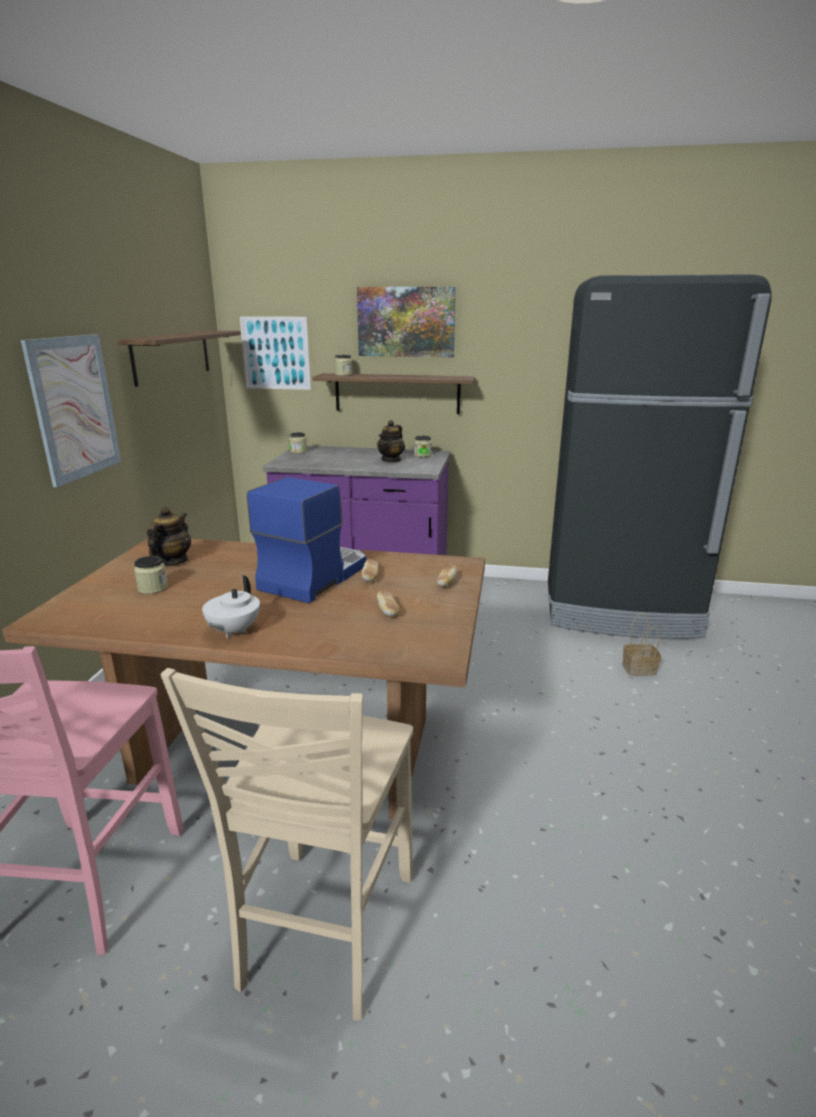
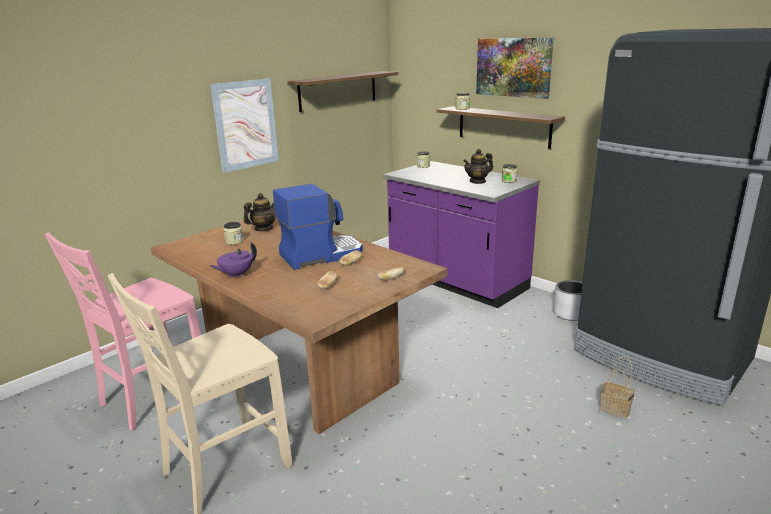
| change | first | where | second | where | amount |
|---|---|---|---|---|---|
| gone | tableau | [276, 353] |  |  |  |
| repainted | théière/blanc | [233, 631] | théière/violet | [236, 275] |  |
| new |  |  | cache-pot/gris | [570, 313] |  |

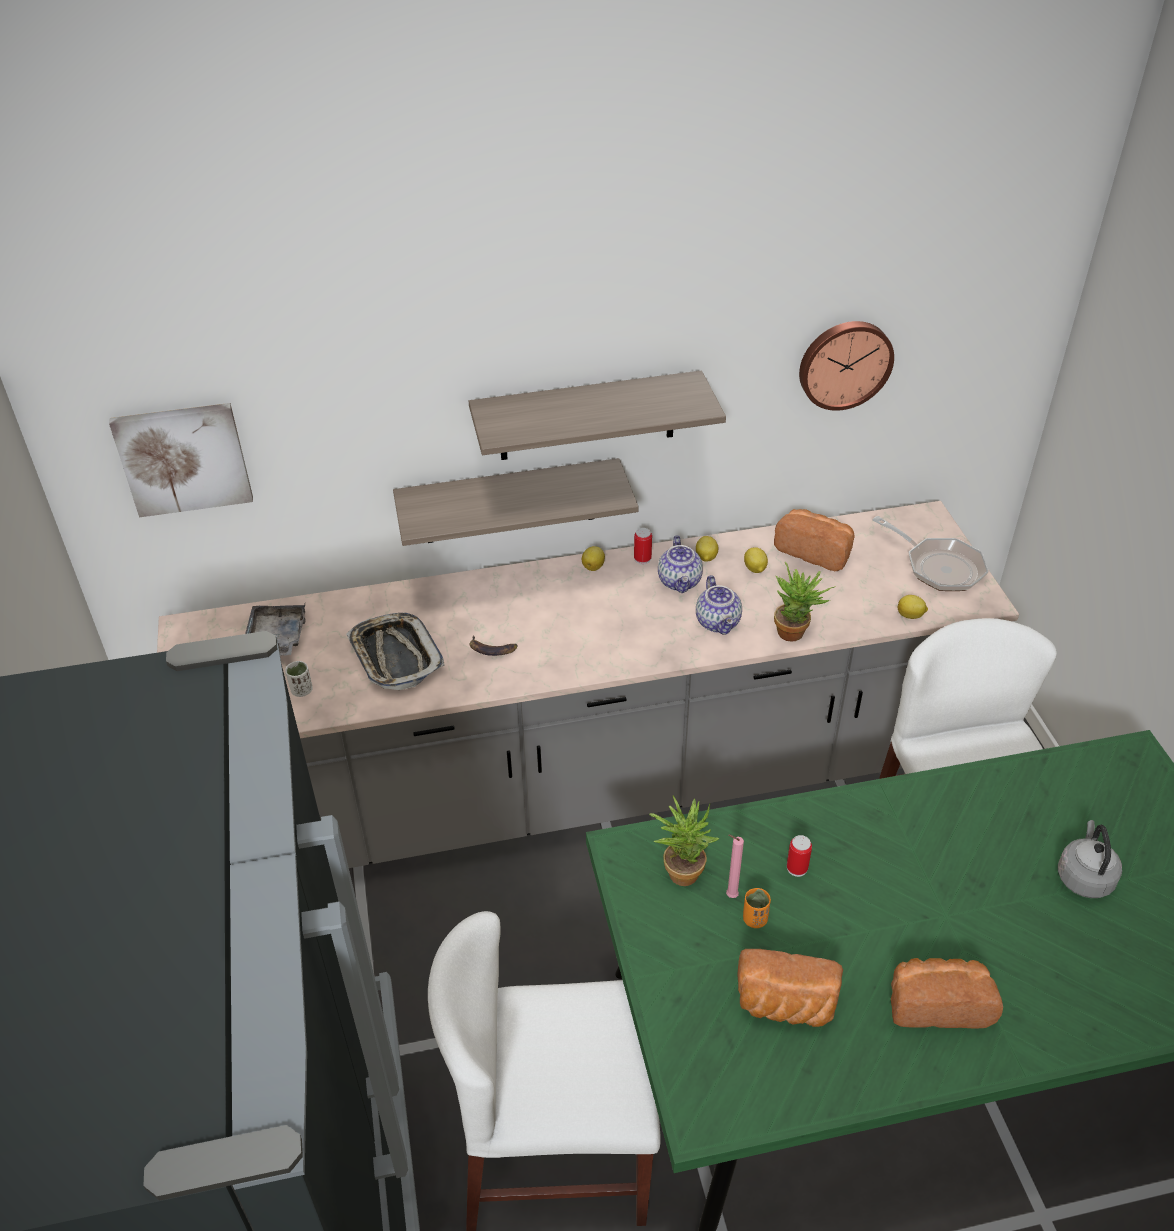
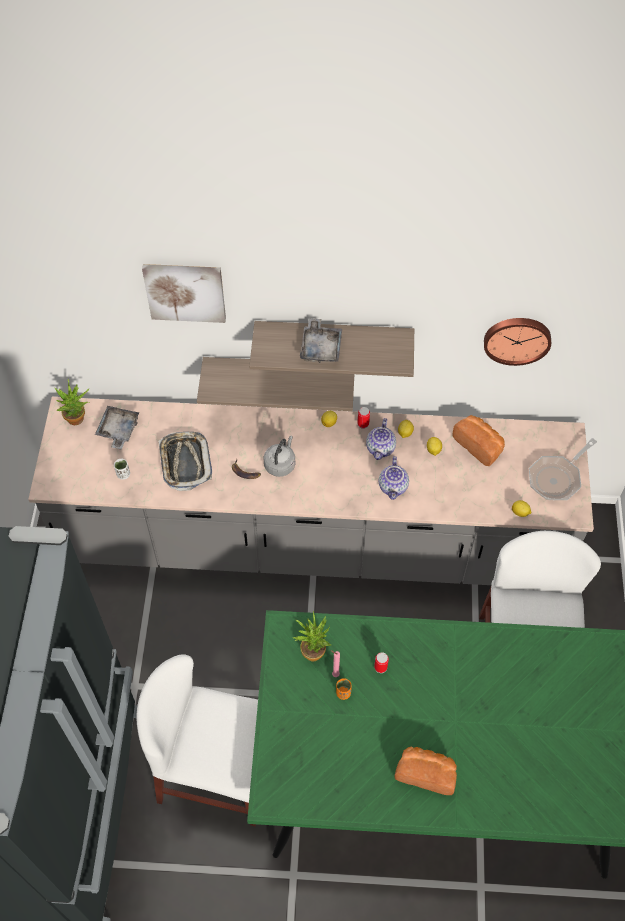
| change | first | where | second | where | amount |
|---|---|---|---|---|---|
| shifted | tableau | [183, 458] |  | [185, 291] |  |
| rotated | poêle | [938, 567] |  | [557, 478] | 75 degrees clockwise |
| shifted | plante en pot | [796, 633] |  | [79, 420] |  |
| shifted | bouilloire/gris | [1084, 876] |  | [280, 464] |  |
| gone | pain | [785, 1005] |  |  |  |
| new |  |  | plateau/gris | [321, 347] |  |

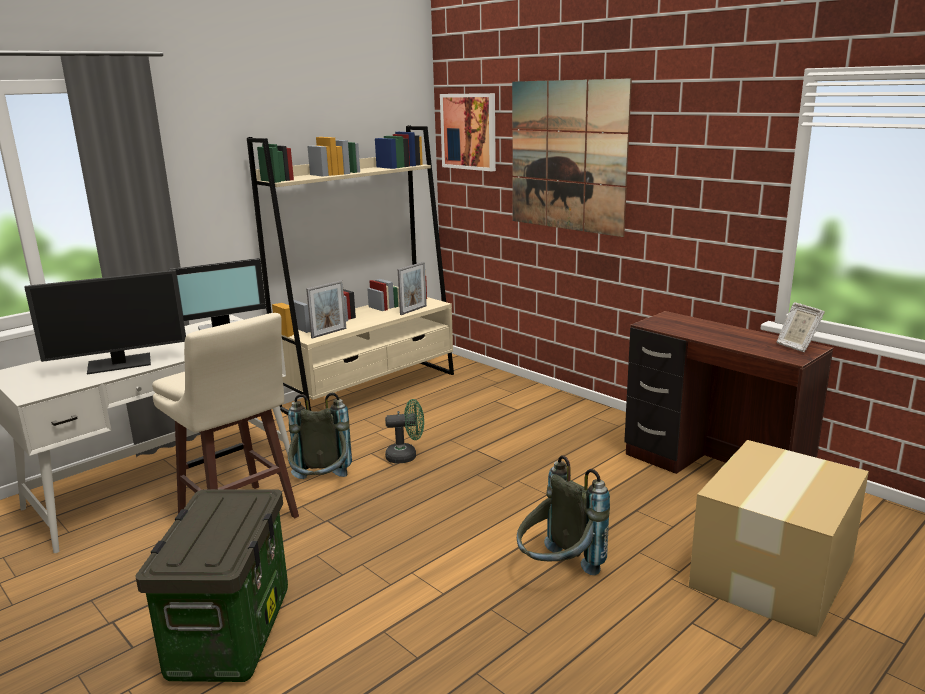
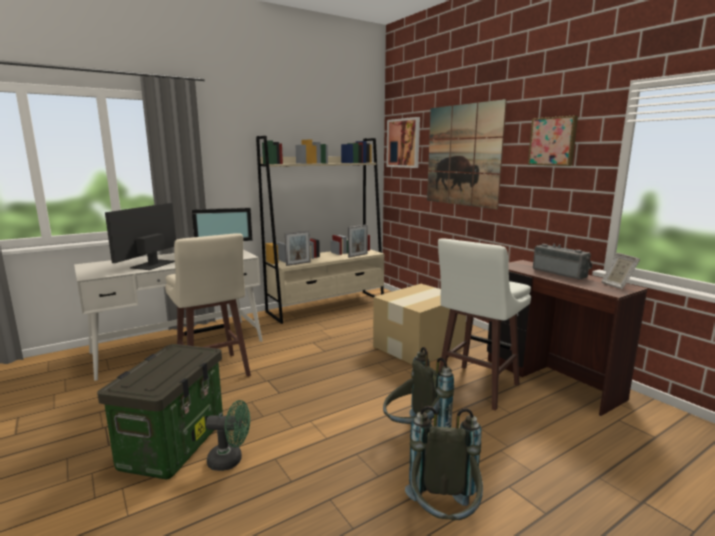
| change | first | where | second | where | amount |
|---|---|---|---|---|---|
| rotated | écran d'ordinateur | [120, 363] |  | [152, 265] | 120 degrees clockwise |
| shifted | sac à dos/gris | [321, 486] |  | [443, 518] |  |
| shifted | ventilateur/vert | [406, 456] |  | [230, 460] |  |
| shifted | carton | [770, 574] |  | [417, 346] |  |
| new |  |  | tableau | [553, 141] |  |
| new |  |  | tabouret/blanc | [475, 387] |  |
| new |  |  | radio | [560, 273] |  |

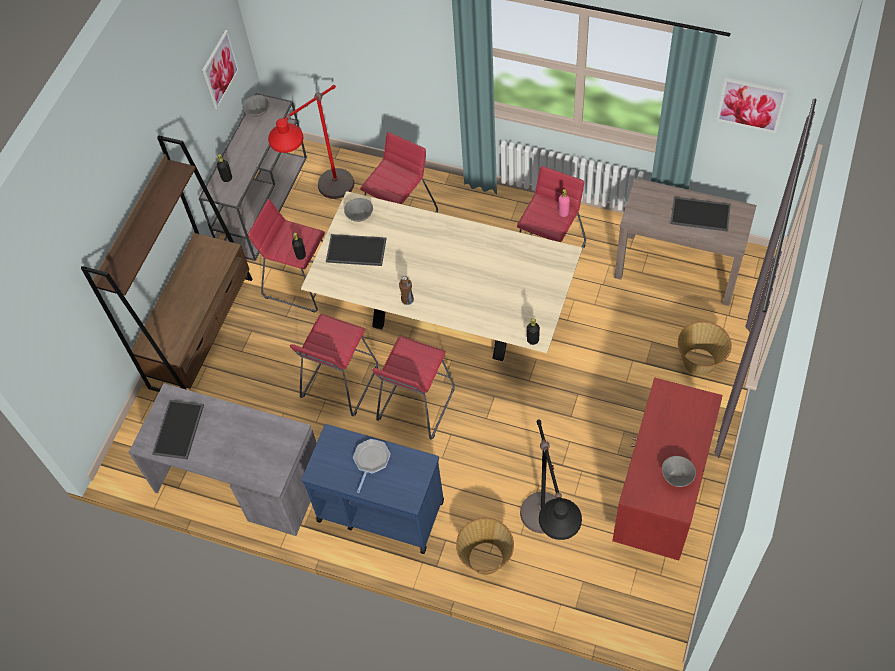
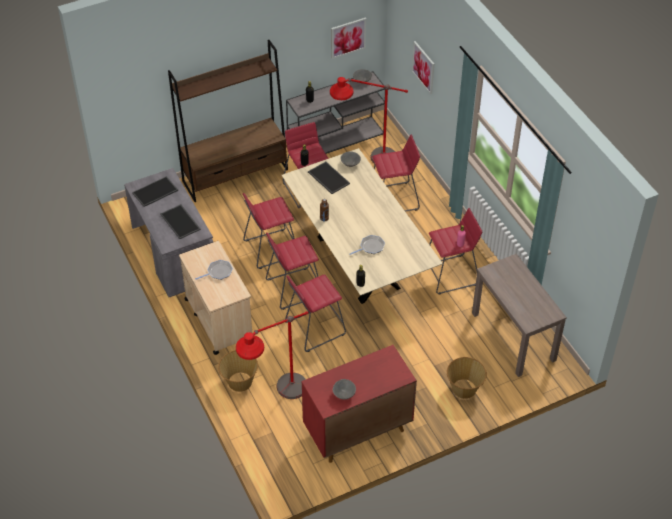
| change | first | where | second | where | amount |
|---|---|---|---|---|---|
| shifted | tableau | [751, 104] |  | [423, 67] |  |
| shifted | plateau | [701, 213] |  | [181, 222] |  |
| repainted | lampadaire/noir | [547, 542] | lampadaire/rouge | [277, 400] |  |
| repainted | chariot/bleu | [379, 510] | chariot/beige | [218, 319] |  |
| new |  |  | poêle | [371, 247] |  |
| new |  |  | tabouret/rouge | [315, 328] |  |

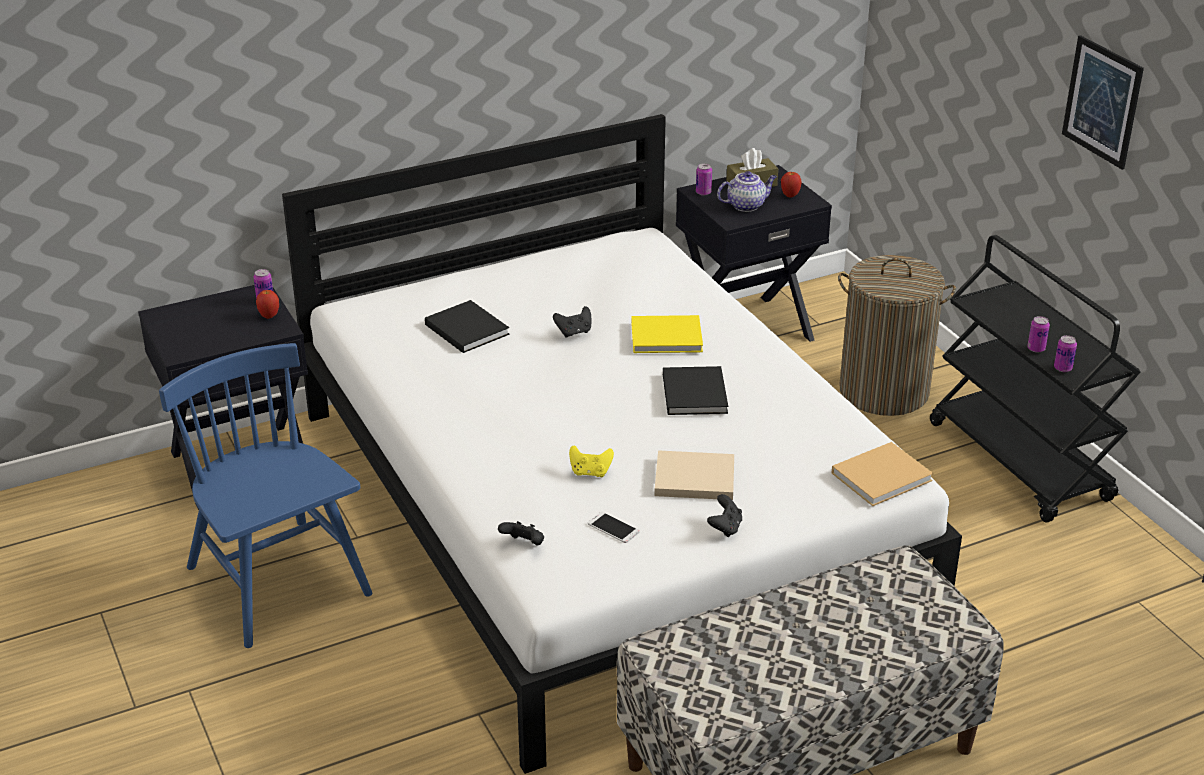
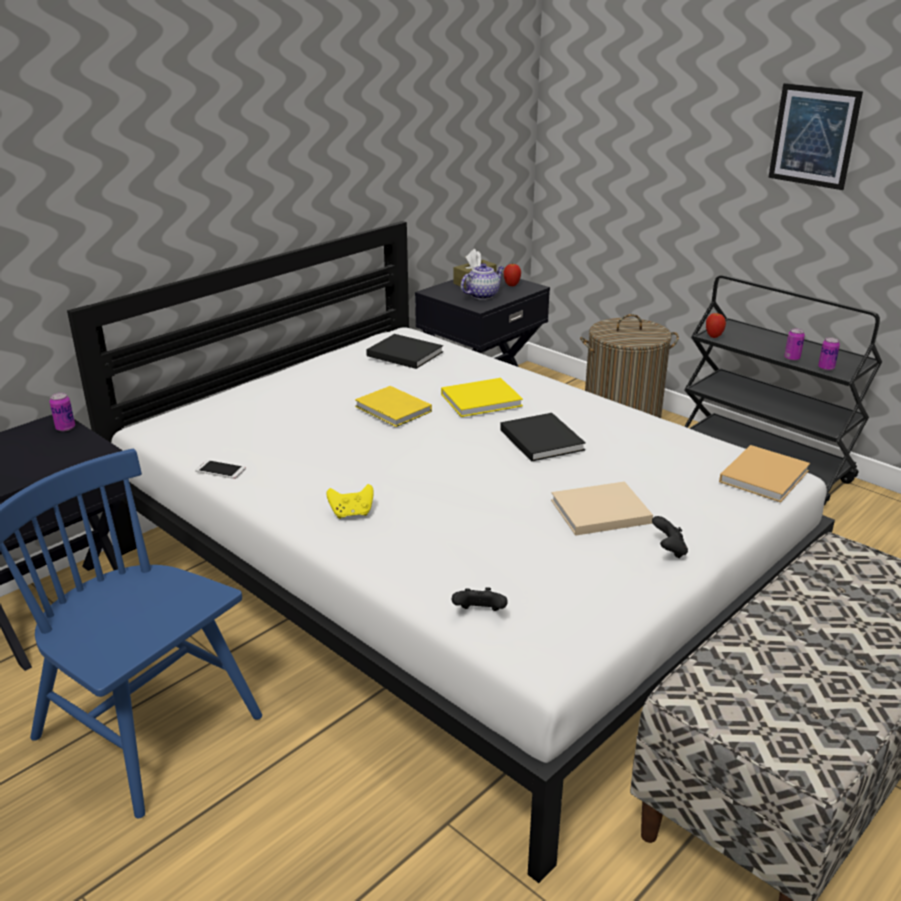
| change | first | where | second | where | amount |
|---|---|---|---|---|---|
| gone | boîte métallique | [703, 192] |  |  |  |
| shifted | pomme | [269, 316] |  | [713, 336] |  |
| shifted | livre/noir | [465, 328] |  | [403, 353] |  |
| swapped | manette/noir | [574, 332] | livre/jaune | [393, 410] |  |
| shifted | manette/jaune | [590, 472] |  | [352, 513] |  |
| shifted | téléphone | [613, 528] |  | [220, 470] |  |

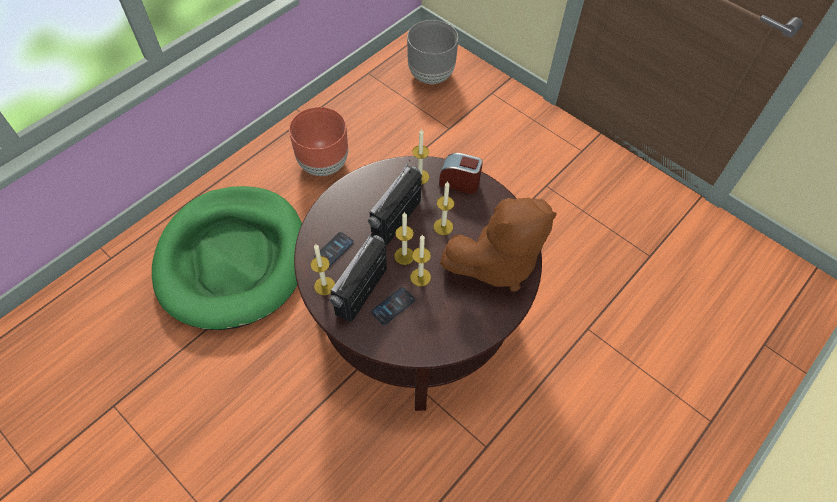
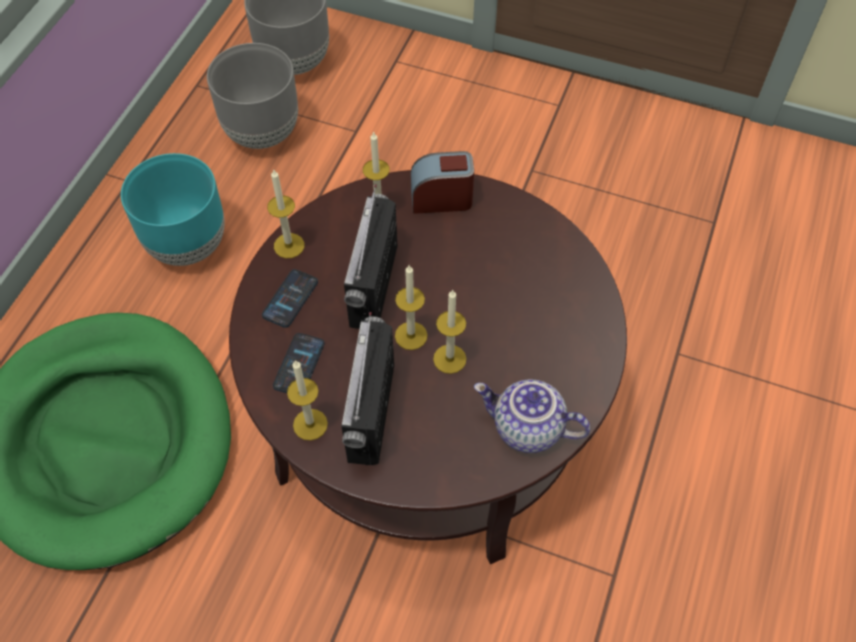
| change | first | where | second | where | amount |
|---|---|---|---|---|---|
| repainted | cache-pot/marron | [323, 165] | cache-pot/turquoise | [188, 245] |  |
| shifted | bougie | [443, 227] |  | [289, 245] |  |
| gone | peluche/marron | [497, 262] |  |  |  |
| shifted | téléphone | [393, 306] |  | [290, 299] |  |
| new |  |  | cache-pot/gris | [262, 132] |  |
| new |  |  | théière | [526, 429] |  |

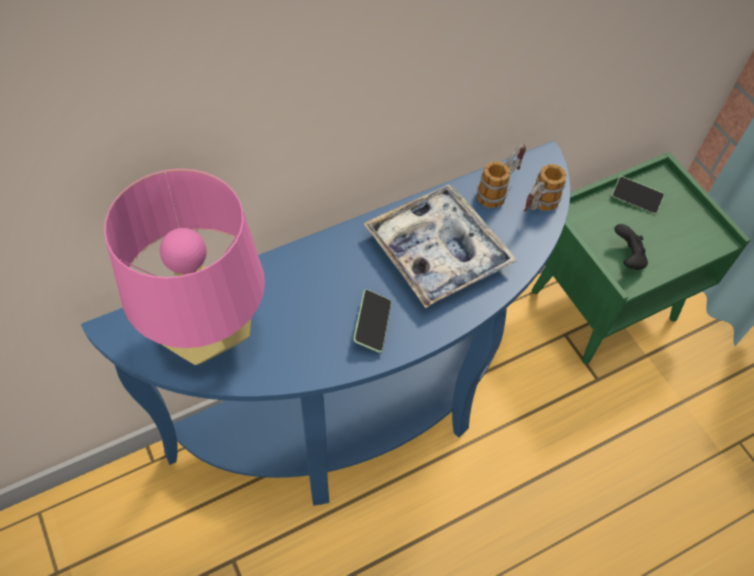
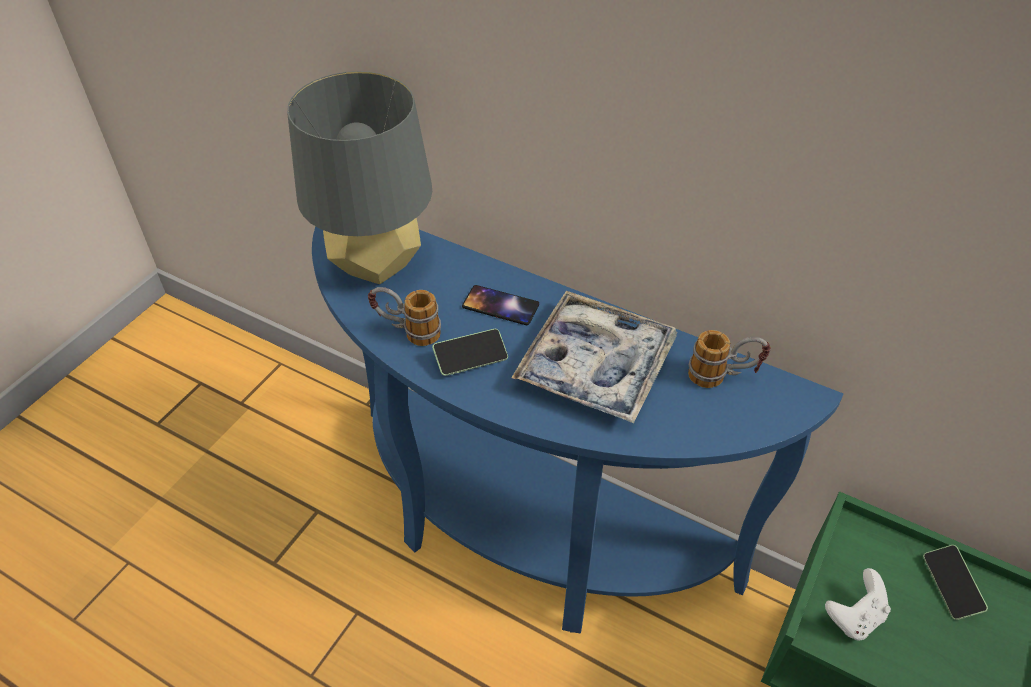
| change | first | where | second | where | amount |
|---|---|---|---|---|---|
| shifted | mug | [537, 208] |  | [407, 332] |  |
| repainted | lampe de table/rose | [208, 335] | lampe de table/gris | [376, 264] |  |
| repainted | manette/noir | [627, 258] | manette/blanc | [854, 617] |  |
| new |  |  | téléphone | [500, 306] |  |

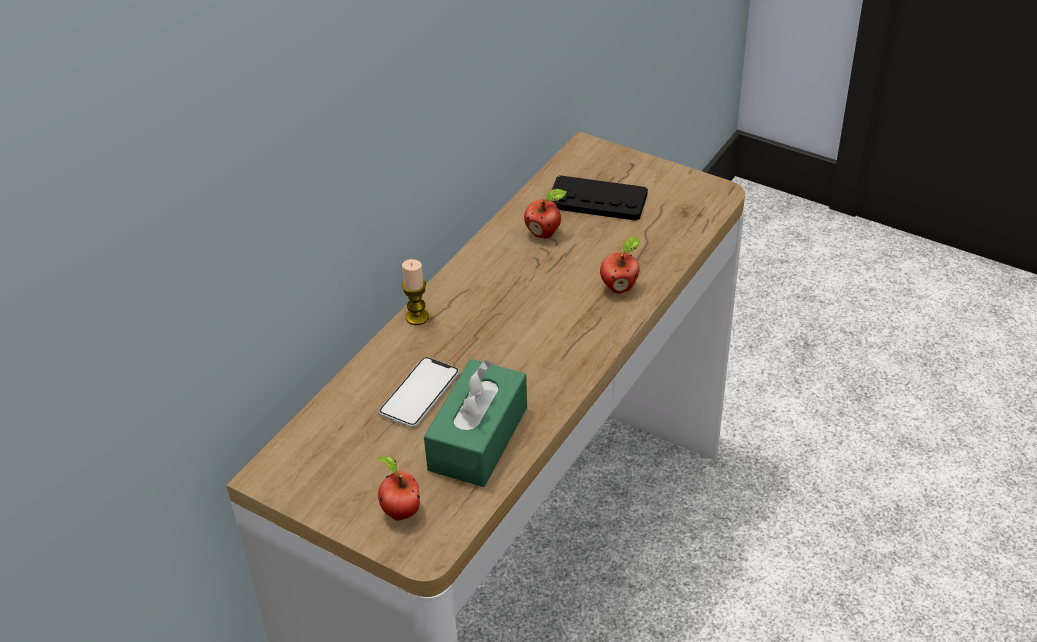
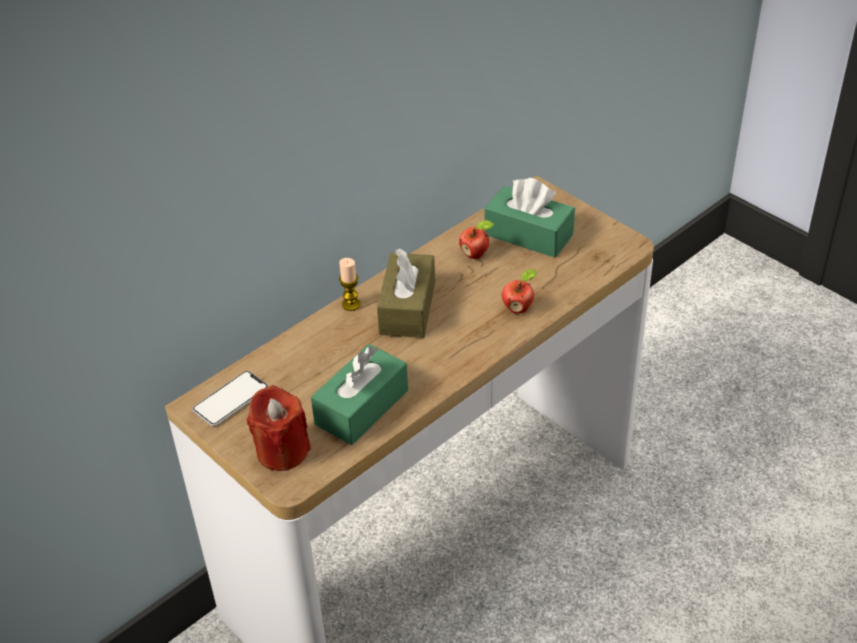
| change | first | where | second | where | amount |
|---|---|---|---|---|---|
| swapped | manette/noir | [597, 200] | boîte à mouchoirs/vert | [528, 235] |  |
| shifted | téléphone | [419, 393] |  | [231, 400] |  |
| swapped | pomme | [400, 512] | bougie/rouge | [282, 451] |  |
| new |  |  | boîte à mouchoirs/marron | [407, 308] |  |

